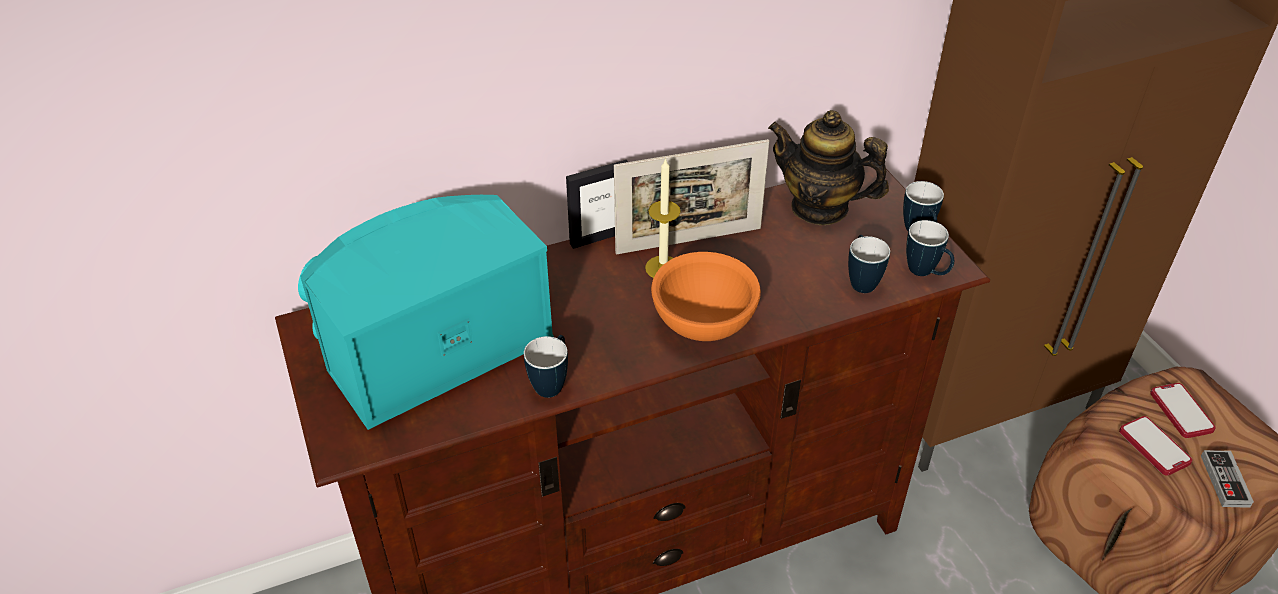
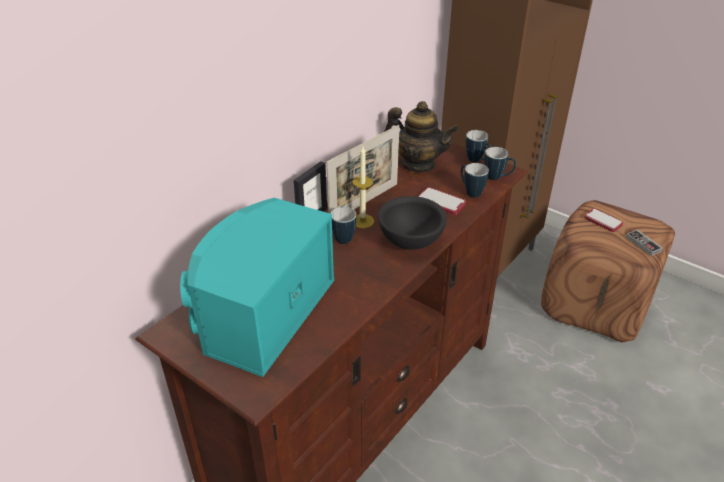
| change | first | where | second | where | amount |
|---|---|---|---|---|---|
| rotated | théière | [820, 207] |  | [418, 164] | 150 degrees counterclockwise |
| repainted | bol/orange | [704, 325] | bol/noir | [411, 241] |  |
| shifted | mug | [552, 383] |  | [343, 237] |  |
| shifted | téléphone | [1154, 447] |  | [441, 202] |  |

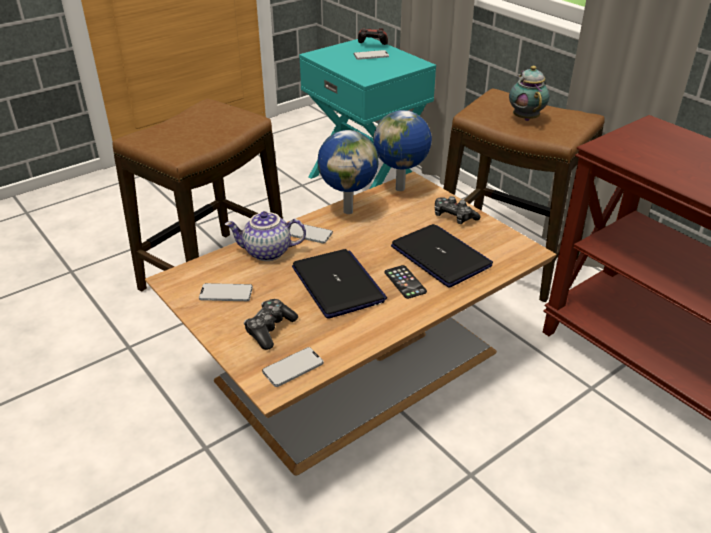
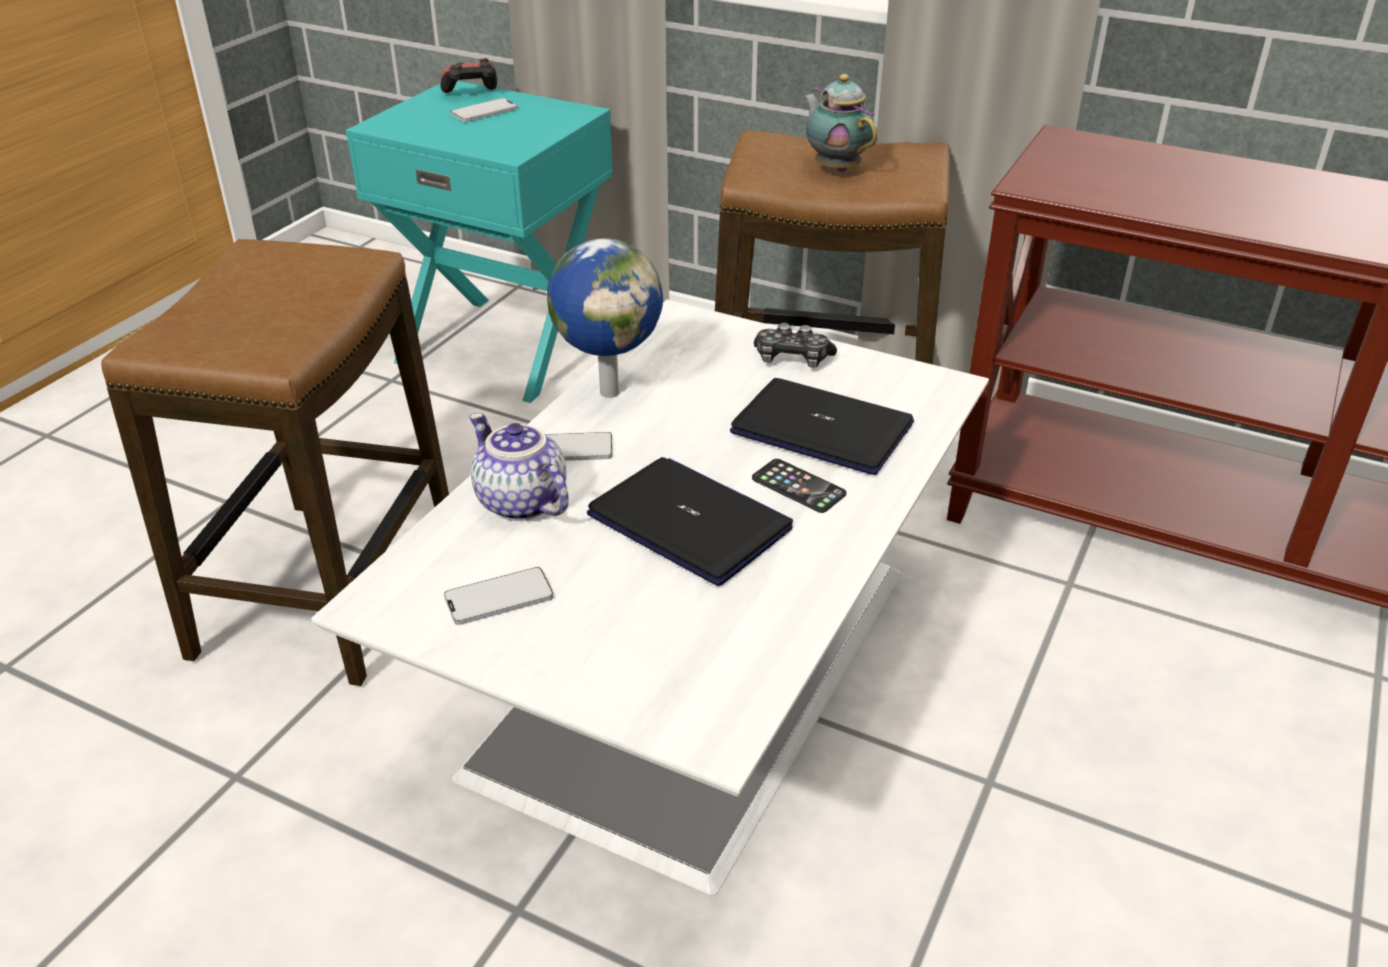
| change | first | where | second | where | amount |
|---|---|---|---|---|---|
| gone | globe | [401, 189] |  |  |  |
| repainted | table basse/marron | [354, 368] | table basse/blanc | [694, 673] |  |
| rotated | théière | [267, 253] |  | [519, 502] | 75 degrees clockwise |
| gone | manette | [270, 329] |  |  |  |
| gone | téléphone | [293, 368] |  |  |  |

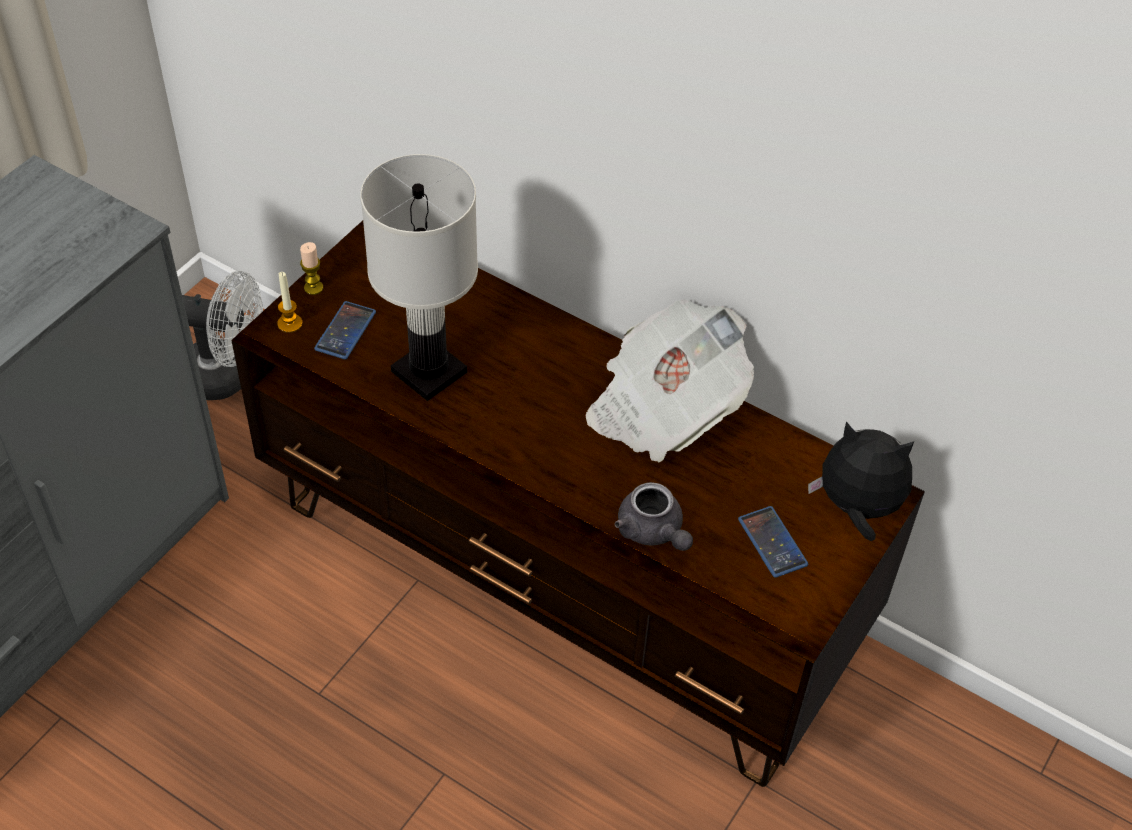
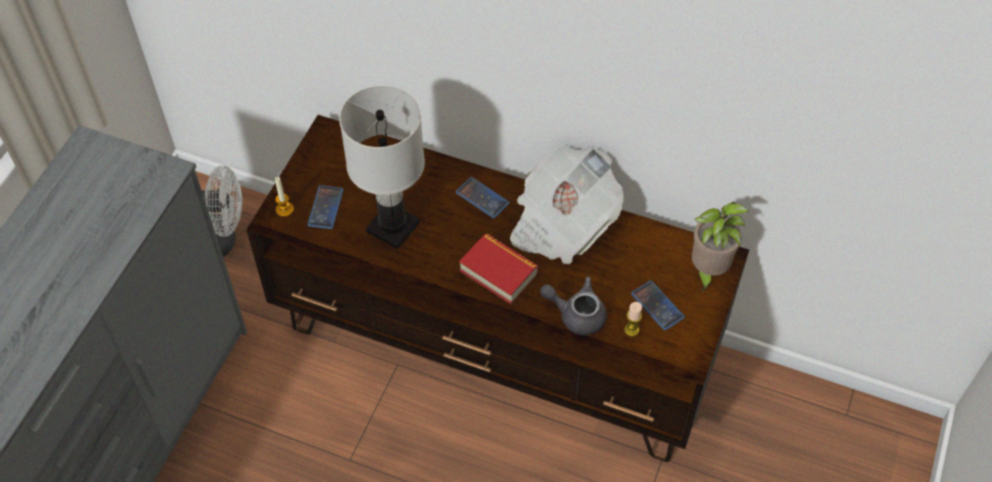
| change | first | where | second | where | amount |
|---|---|---|---|---|---|
| shifted | bougie | [313, 288] |  | [631, 330] |  |
| swapped | peluche | [857, 509] | plante en pot | [707, 271] |  |
| rotated | théière/gris | [653, 532] |  | [576, 314] | 150 degrees clockwise |
| new |  |  | téléphone | [482, 198] |  |
| new |  |  | livre | [498, 272] |  |

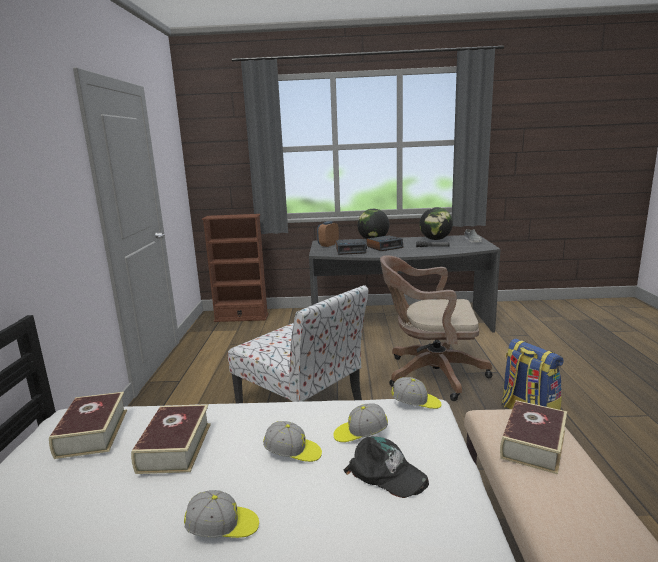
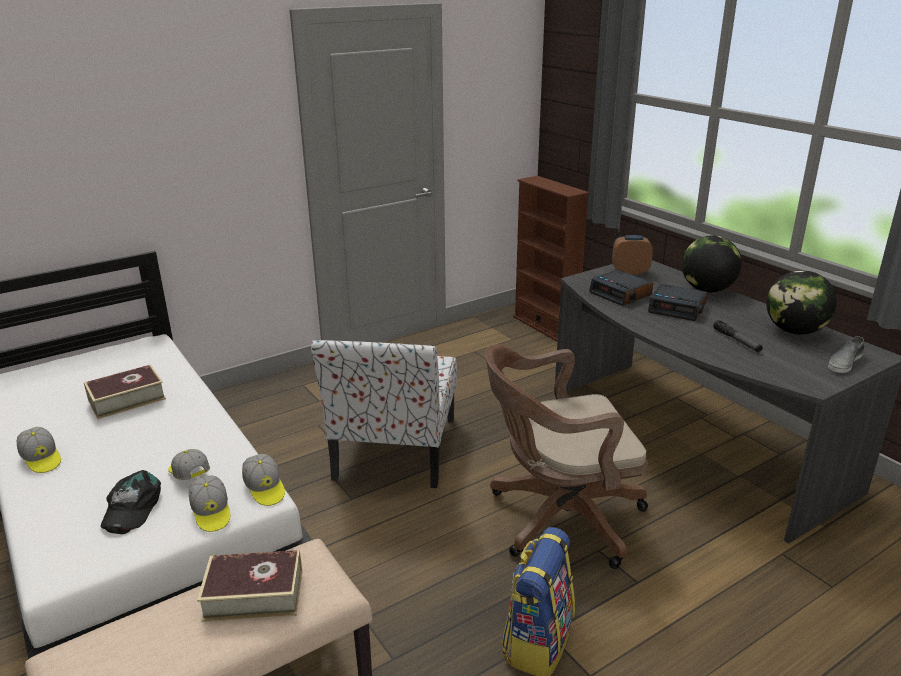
| change | first | where | second | where | amount |
|---|---|---|---|---|---|
| rotated | chaise de bureau/marron | [429, 374] |  | [558, 518] | 75 degrees counterclockwise |
| gone | livre | [92, 433] |  |  |  |
| shifted | casquette | [293, 453] |  | [211, 512] |  |

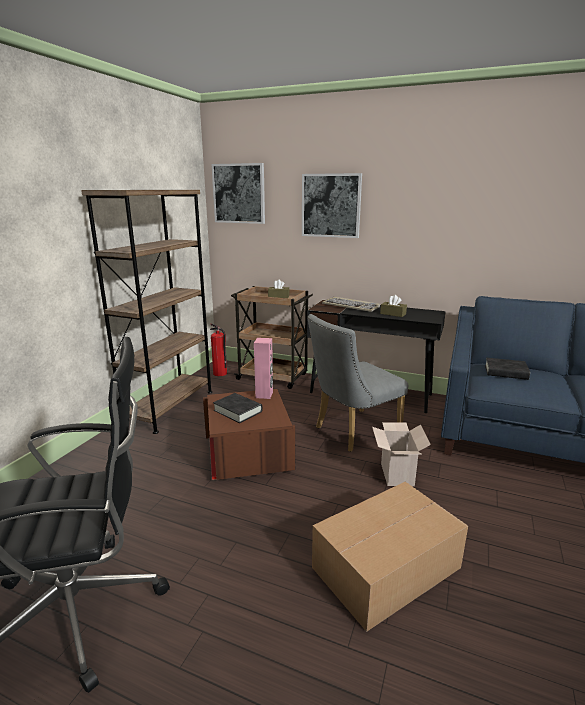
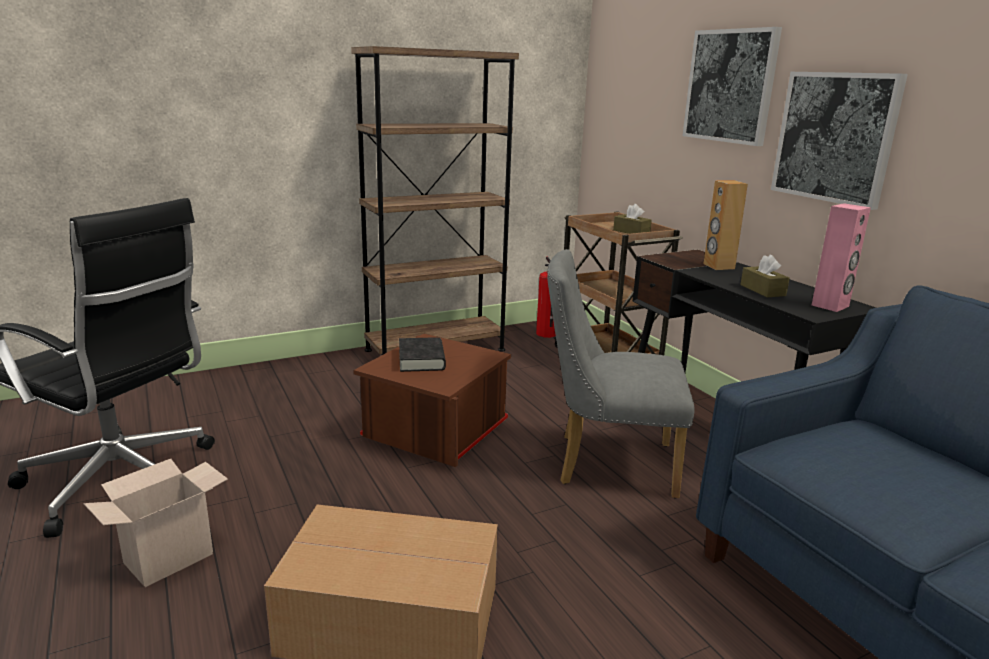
| change | first | where | second | where | amount |
|---|---|---|---|---|---|
| shifted | tableau | [239, 193] |  | [835, 137] |  |
| swapped | clavier | [351, 306] | enceinte/marron | [718, 266] |  |
| shifted | enceinte/rose | [264, 395] |  | [830, 306] |  |
| gone | livre/noir | [505, 372] |  |  |  |
| shifted | carton | [395, 473] |  | [170, 556] |  |

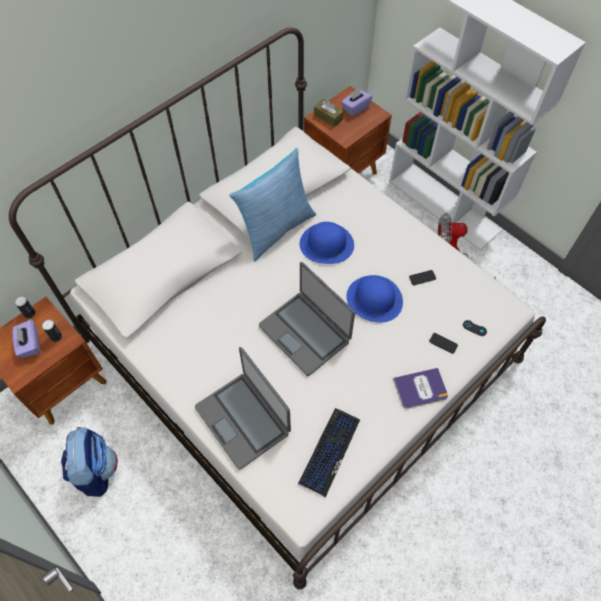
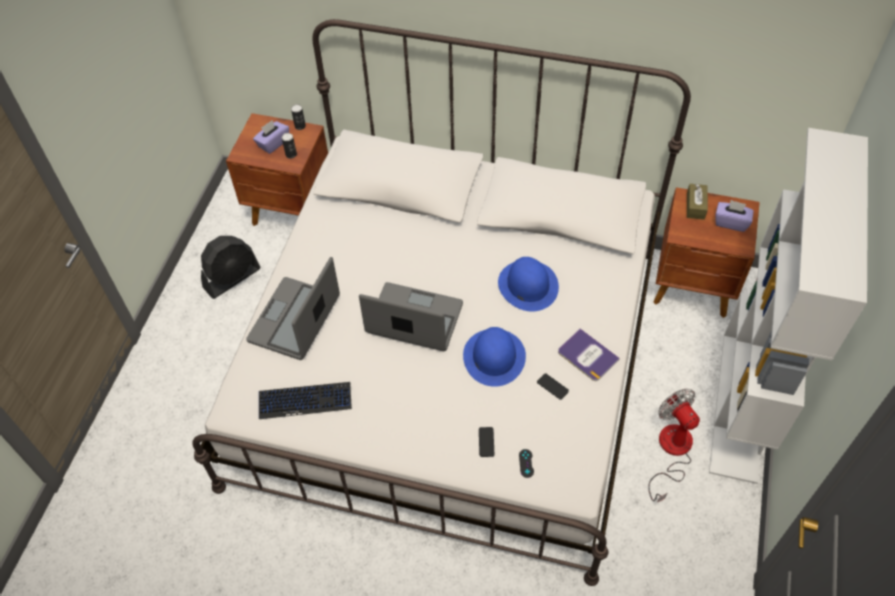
| change | first | where | second | where | amount |
|---|---|---|---|---|---|
| gone | coussin | [276, 229] |  |  |  |
| rotated | ordinateur portable | [305, 333] |  | [414, 320] | 90 degrees clockwise |
| shifted | livre | [420, 388] |  | [587, 355] |  |
| swapped | sac à dos | [95, 470] | ventilateur/noir | [232, 278] |  |

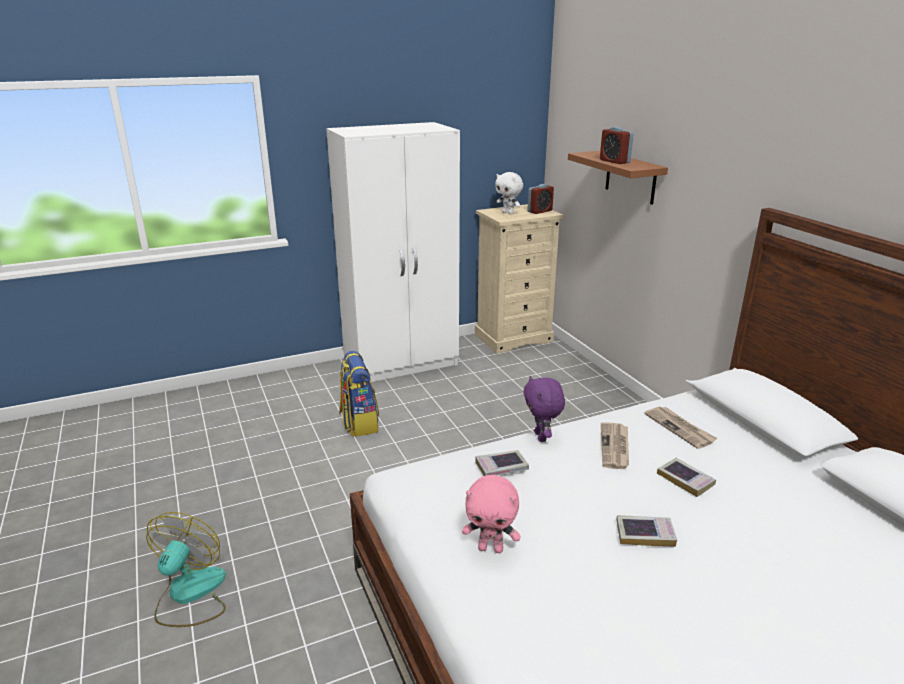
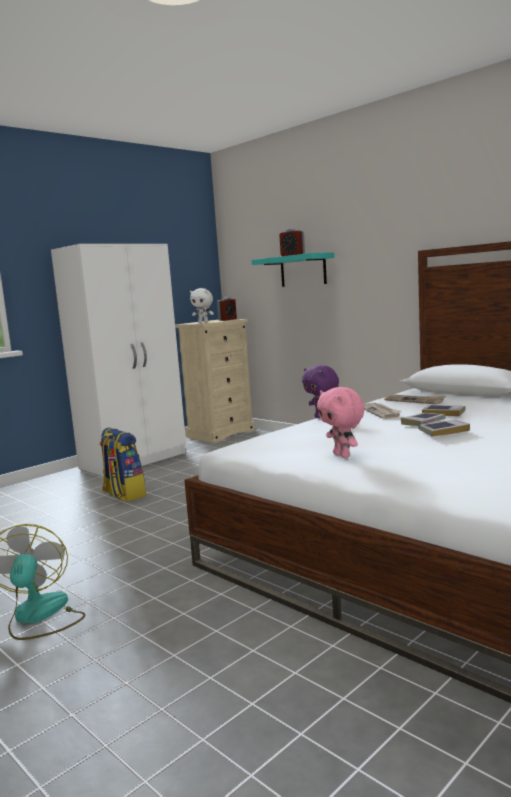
| change | first | where | second | where | amount |
|---|---|---|---|---|---|
| repainted | étagère/marron | [630, 177] | étagère/turquoise | [303, 270] |  |
| shifted | livre | [501, 467] |  | [423, 423] |  |
| rotated | peluche/rose | [491, 548] |  | [343, 455] | 75 degrees clockwise |

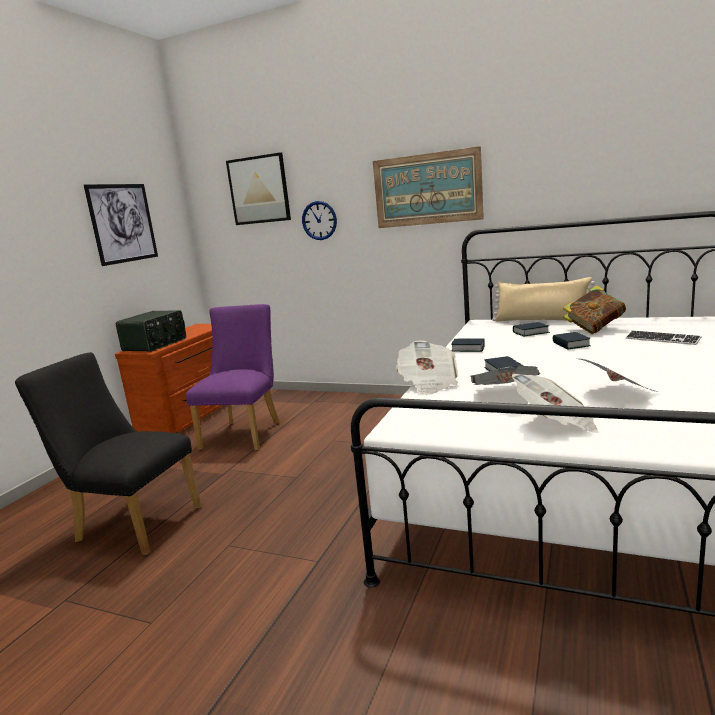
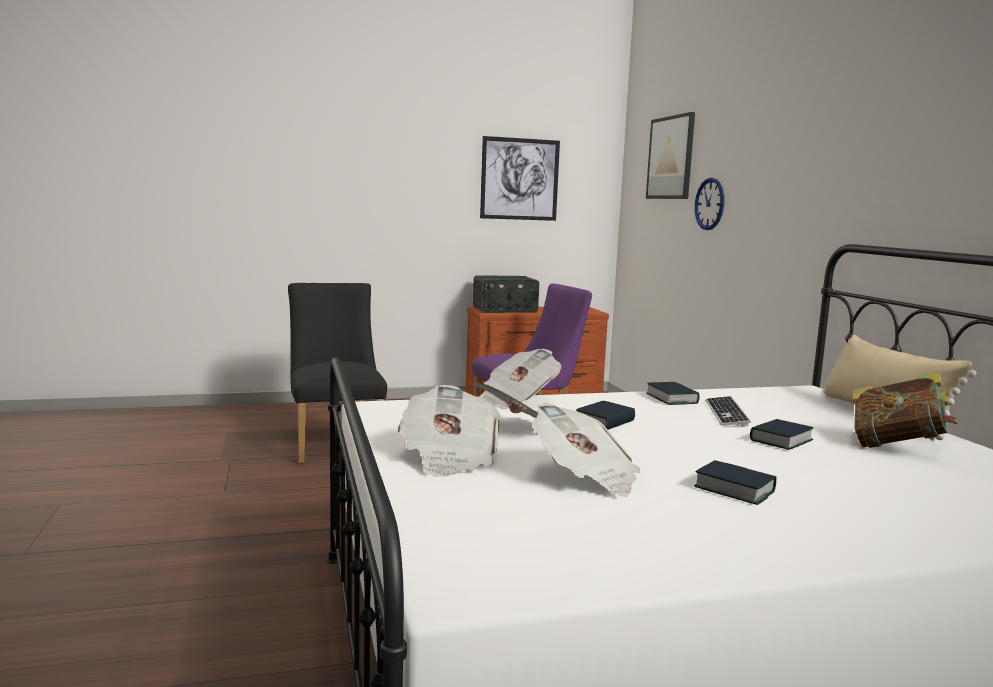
| change | first | where | second | where | amount |
|---|---|---|---|---|---|
| gone | tableau | [427, 189] |  |  |  |
| shifted | livre | [530, 332] |  | [734, 489] |  |
| shifted | clavier | [662, 339] |  | [726, 413] |  |

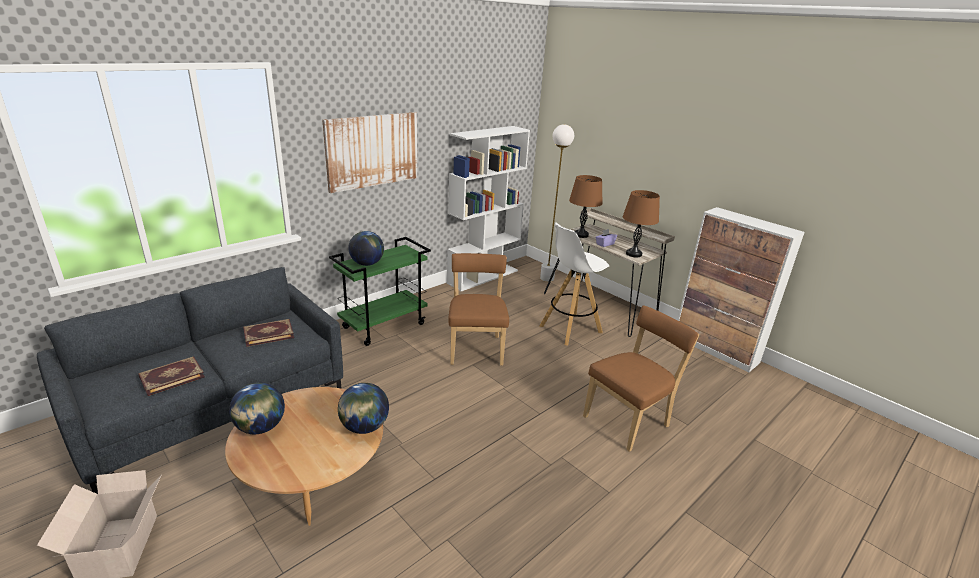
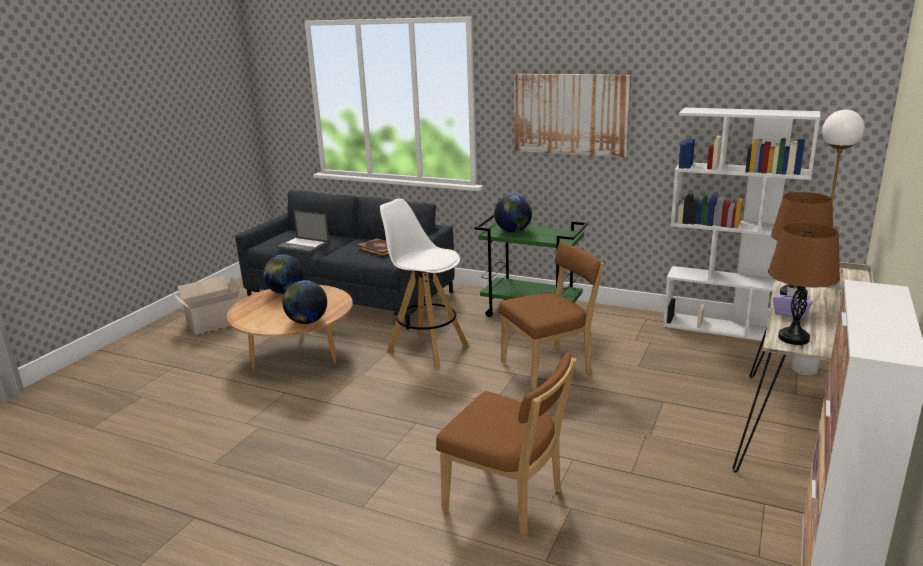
| change | first | where | second | where | amount |
|---|---|---|---|---|---|
| shifted | tabouret/blanc | [569, 329] |  | [427, 348] |  |
| swapped | livre | [172, 377] | ordinateur portable | [304, 245] |  |

